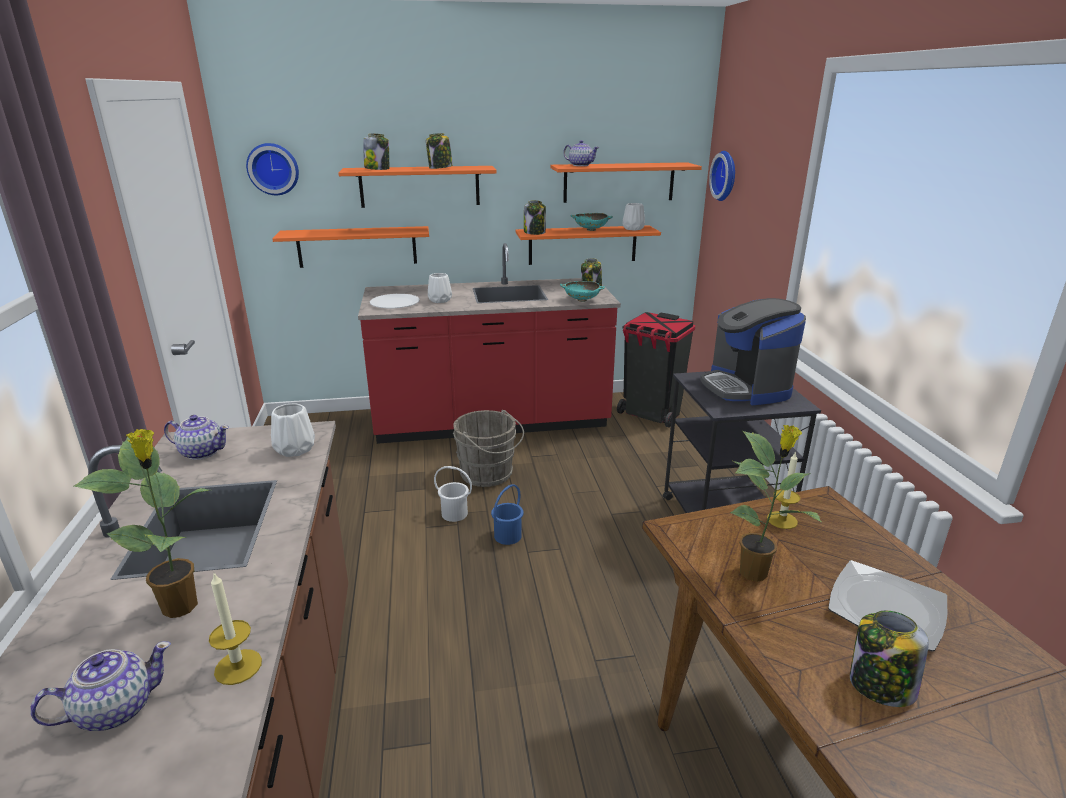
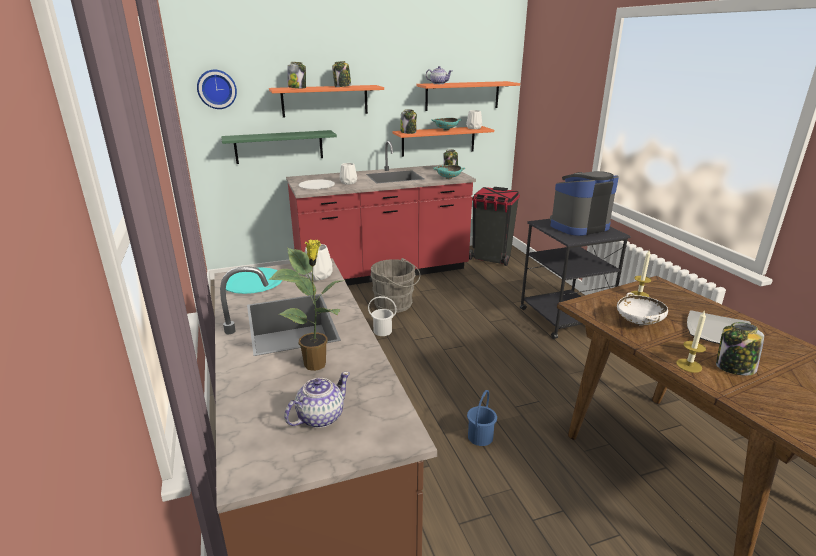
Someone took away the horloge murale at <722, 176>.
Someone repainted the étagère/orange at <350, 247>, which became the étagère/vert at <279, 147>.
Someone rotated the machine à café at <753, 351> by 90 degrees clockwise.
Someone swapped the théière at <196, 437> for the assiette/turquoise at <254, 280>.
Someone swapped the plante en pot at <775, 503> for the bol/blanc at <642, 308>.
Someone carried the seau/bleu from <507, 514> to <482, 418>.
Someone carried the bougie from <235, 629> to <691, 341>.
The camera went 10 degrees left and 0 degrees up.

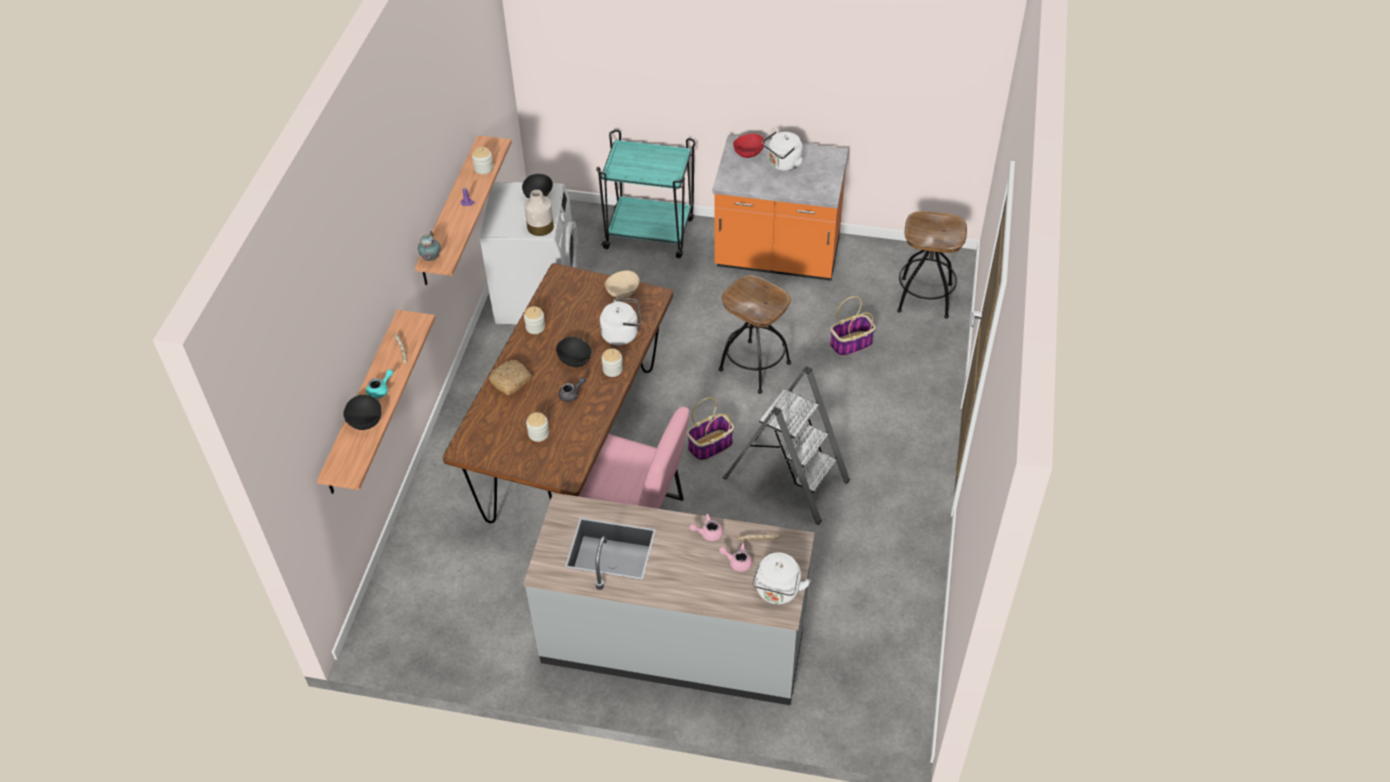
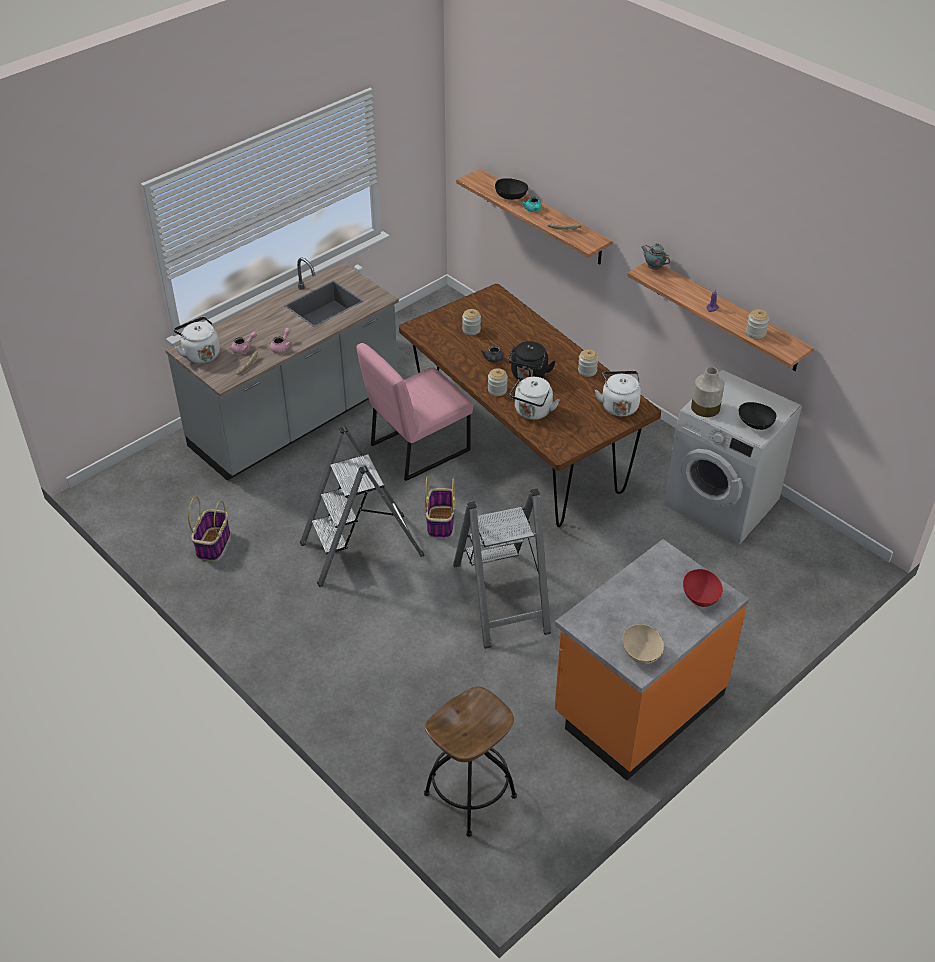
Someone took away the chariot/turquoise at <646, 194>.
Someone carried the bouilloire/blanc from <782, 151> to <618, 393>.
Someone carried the bol/beige from <622, 284> to <643, 644>.
Someone swapped the tabouret/marron at <755, 334> for the escabeau/gris at <502, 569>.
Someone carried the panier from <853, 326> to <209, 528>.
Someone swapped the bol/noir at <574, 352> for the bouilloire/noir at <532, 361>.
Someone took away the pain at <510, 377>.
The camera went 125 degrees right and 5 degrees down.

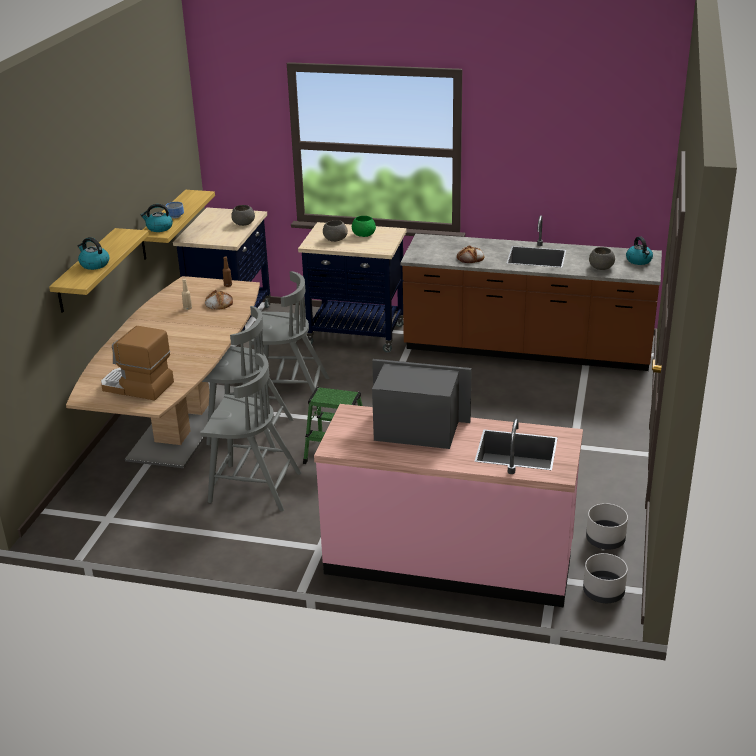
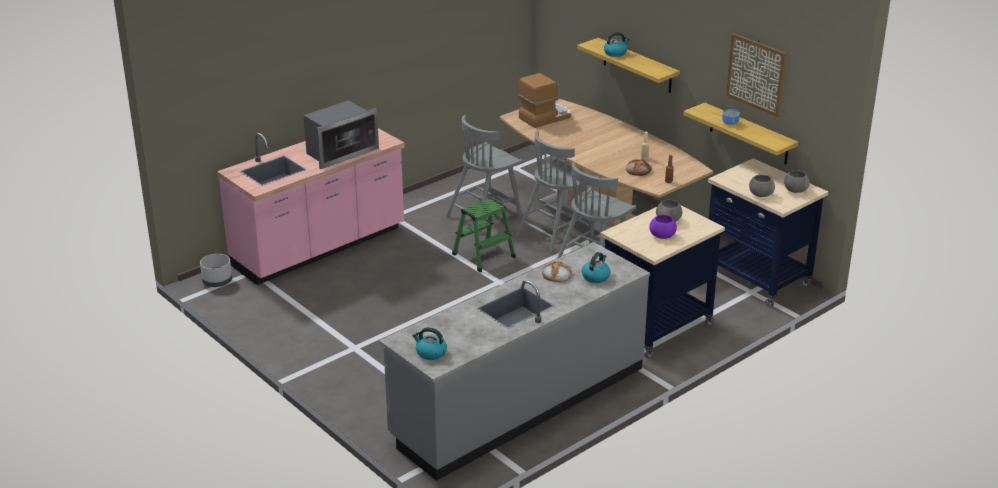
Someone carried the bouilloire from <156, 218> to <596, 267>.
Someone repainted the comptoir de cuisine/marron at <531, 293>, which became the comptoir de cuisine/gris at <514, 361>.
Someone repainted the bol/vert at <364, 226>, which became the bol/violet at <663, 227>.
Someone carried the bol/gris from <602, 258> to <797, 181>.
Someone took away the cache-pot/gris at <607, 526>.
Someone put up the tableau at <756, 75>.
The camera went 125 degrees right and 0 degrees up.

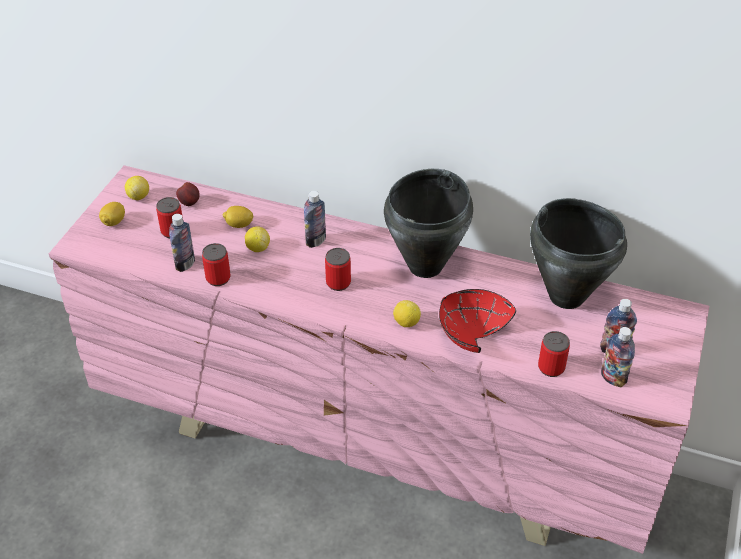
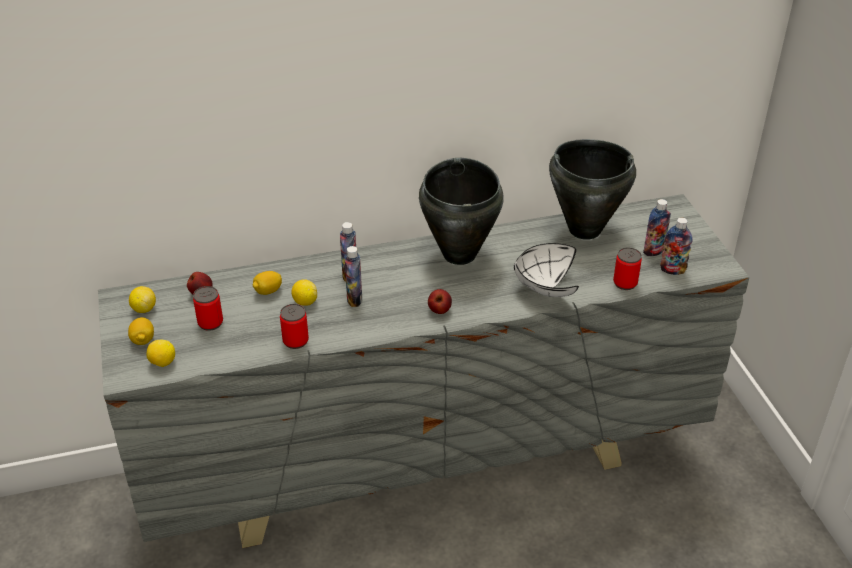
Someone repainted the meuble de rangement/rose at <379, 359>, which became the meuble de rangement/gris at <424, 371>.
Someone carried the bouteille from <182, 243> to <353, 276>.
Someone took away the boîte métallique at <338, 269>.
Someone repainted the bol/rouge at <477, 321>, which became the bol/blanc at <546, 270>.
Someone carried the citron from <407, 313> to <160, 353>.
Someone put down the pomme at <440, 301>.
The camera went 35 degrees left and 5 degrees down.

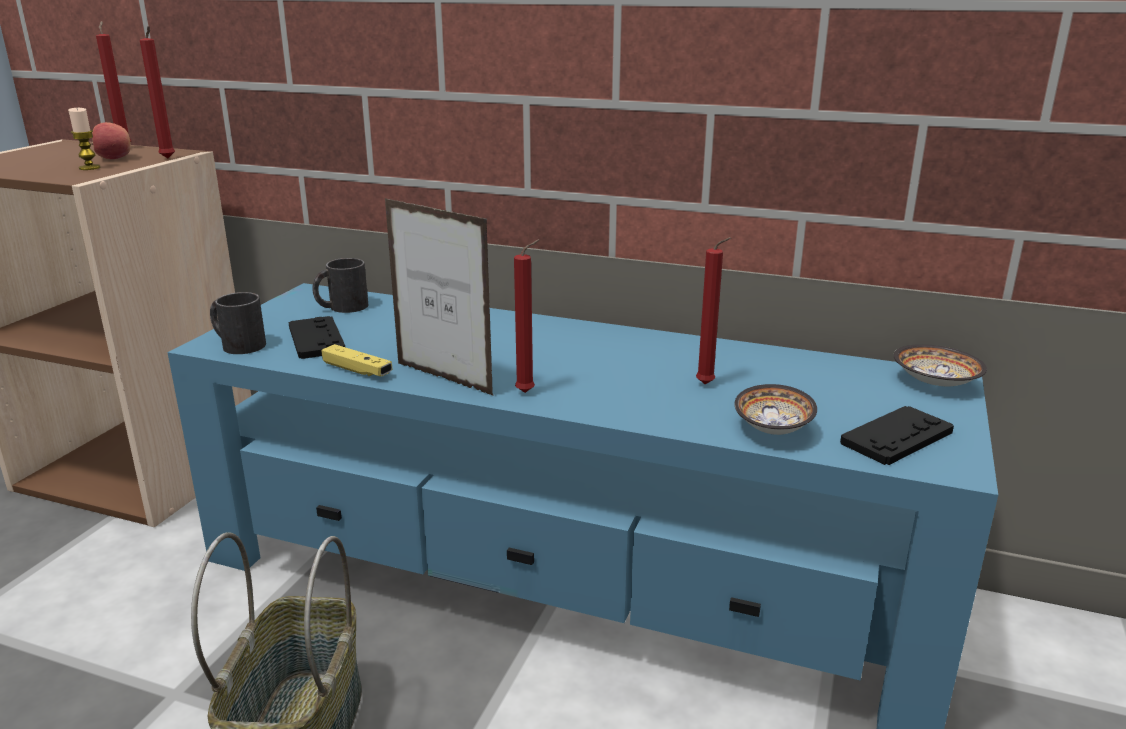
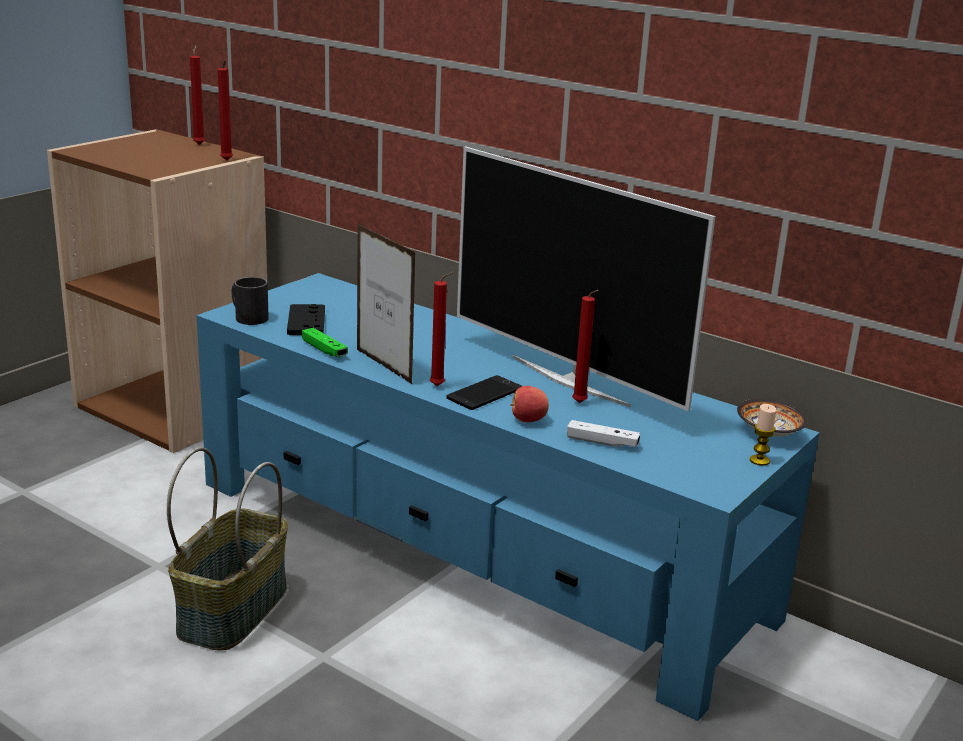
Someone carried the bougie from <84, 139> to <763, 435>.
Someone carried the pomme from <110, 140> to <529, 404>.
Someone took away the mug/noir at <340, 285>.
Someone repainted the manette/jaune at <357, 360>, which became the manette/vert at <325, 342>.
Someone swapped the bol at <775, 409> for the manette/blanc at <603, 434>.
Someone took away the manette/noir at <897, 435>.
Someone put down the téléviseur at <586, 279>.
Someone put down the téléphone at <484, 392>.
The camera went 15 degrees right and 0 degrees up.

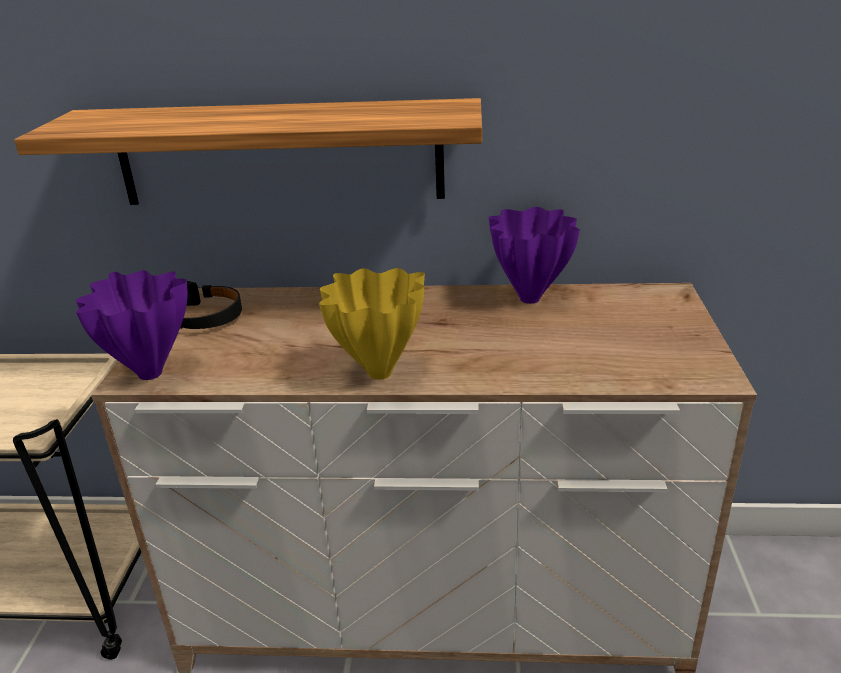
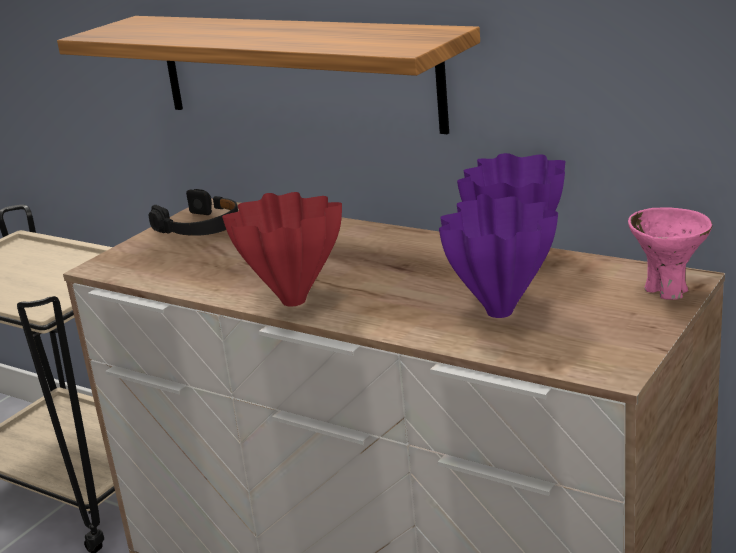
Someone repainted the vase/jaune at <372, 324>, which became the vase/rouge at <282, 249>.
Someone carried the vase/violet from <131, 325> to <498, 256>.
Someone put down the bol/rose at <670, 253>.
The camera went 30 degrees right and 5 degrees down.

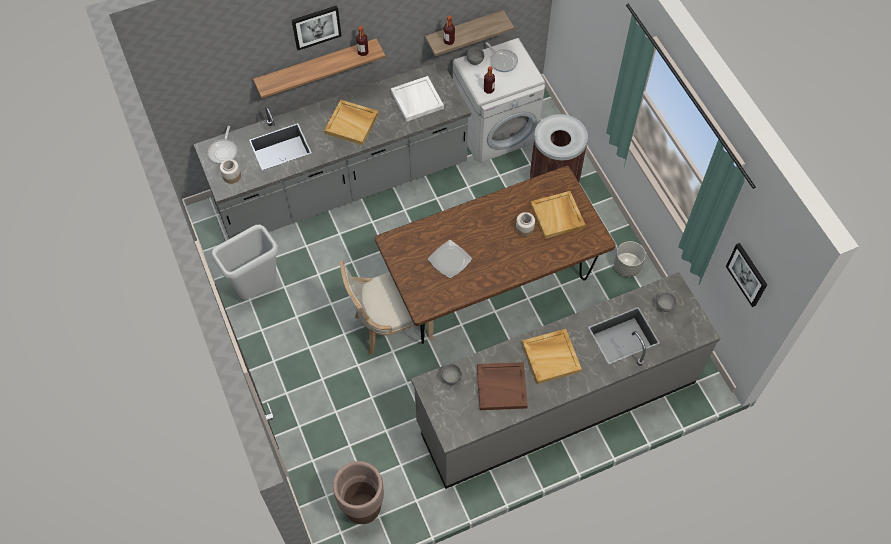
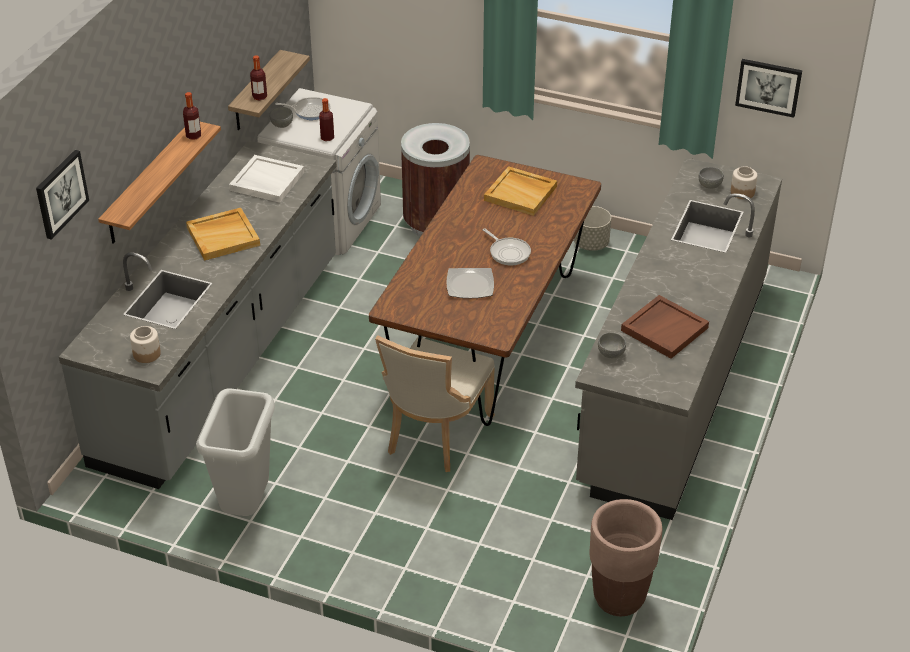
Someone carried the tableau from <317, 27> to <62, 195>.
Someone carried the poêle from <223, 145> to <507, 246>.
Someone carried the bocal from <525, 224> to <744, 182>.
Someone took away the plateau/beige at <552, 356>.
The camera went 45 degrees left and 20 degrees down.

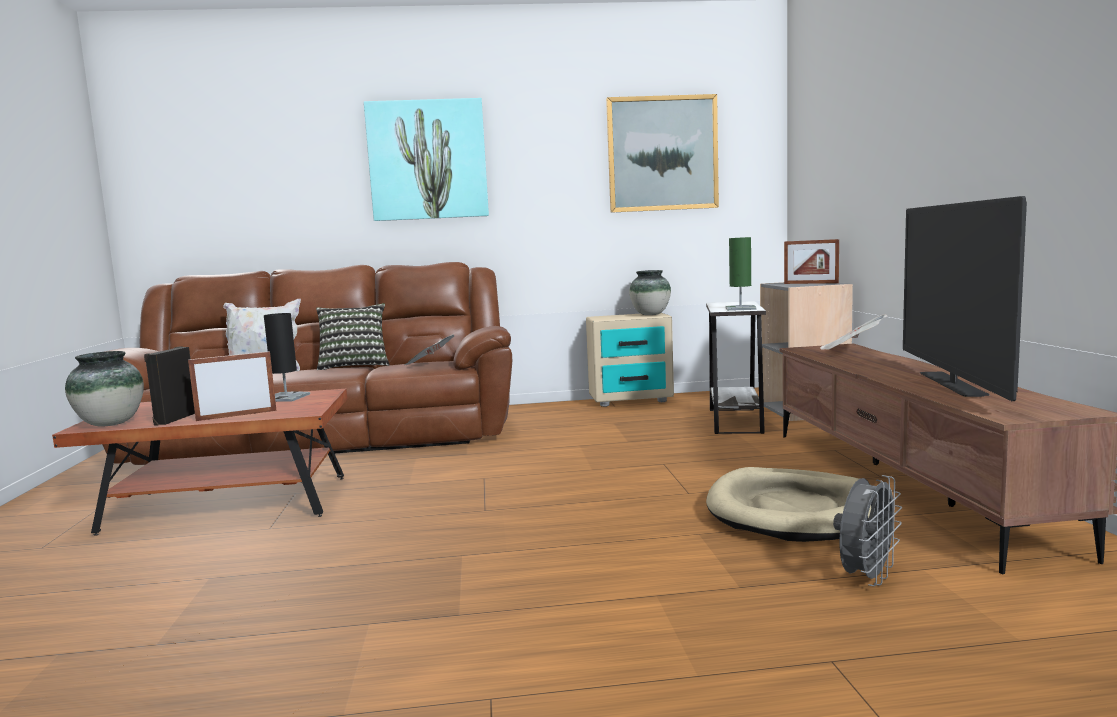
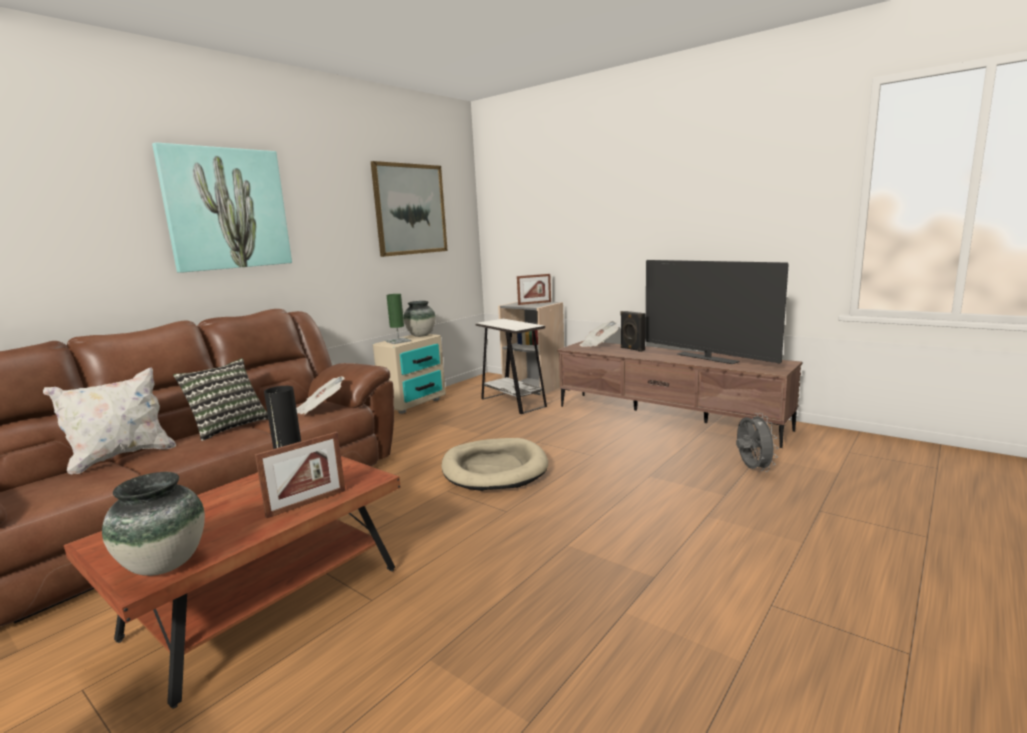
Someone carried the lampe de table/vert from <741, 274> to <398, 319>.
Someone carried the enceinte/noir from <169, 386> to <633, 331>.
Someone rotated the cadre photo at <232, 386> by 150 degrees counterclockwise.
Someone carried the panier pour chien/beige from <788, 504> to <494, 464>.
The camera went 45 degrees left and 5 degrees up.

